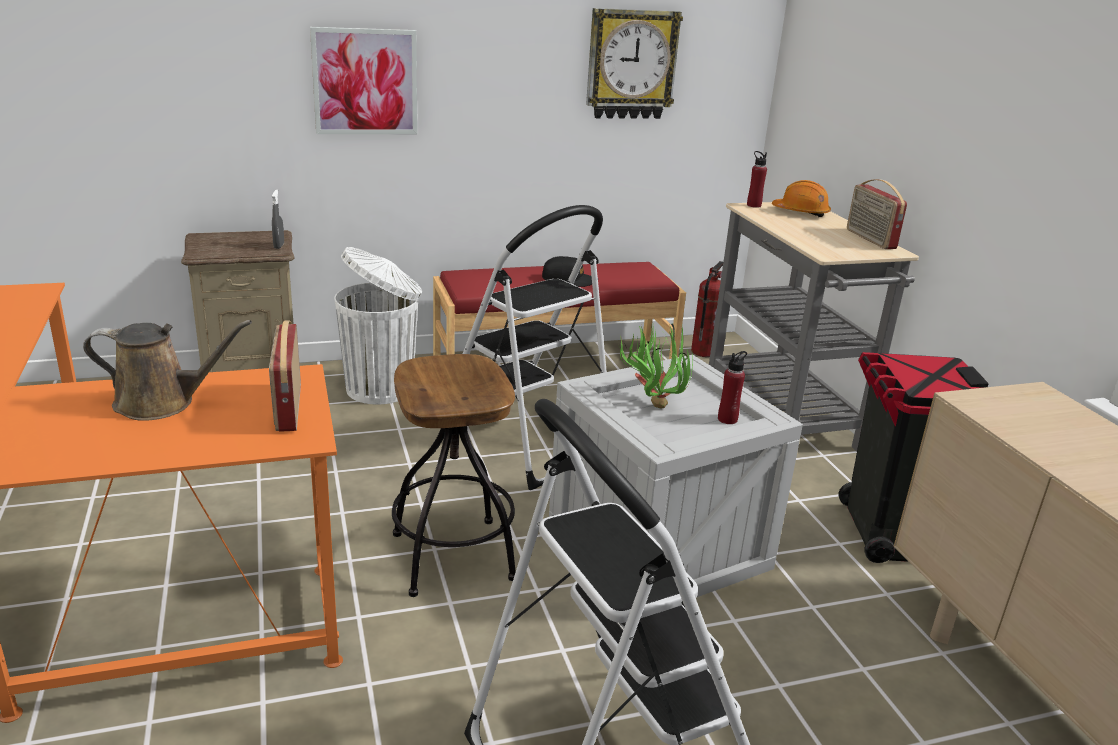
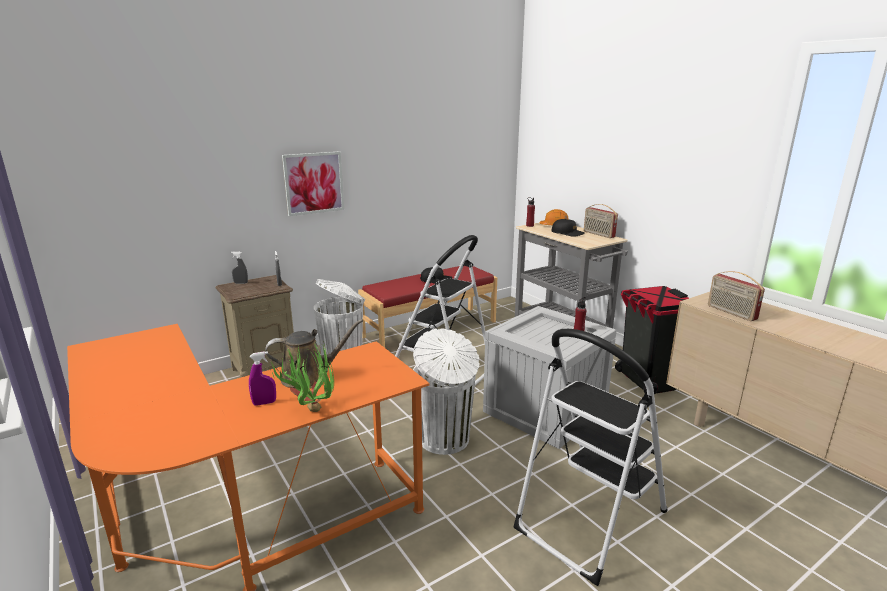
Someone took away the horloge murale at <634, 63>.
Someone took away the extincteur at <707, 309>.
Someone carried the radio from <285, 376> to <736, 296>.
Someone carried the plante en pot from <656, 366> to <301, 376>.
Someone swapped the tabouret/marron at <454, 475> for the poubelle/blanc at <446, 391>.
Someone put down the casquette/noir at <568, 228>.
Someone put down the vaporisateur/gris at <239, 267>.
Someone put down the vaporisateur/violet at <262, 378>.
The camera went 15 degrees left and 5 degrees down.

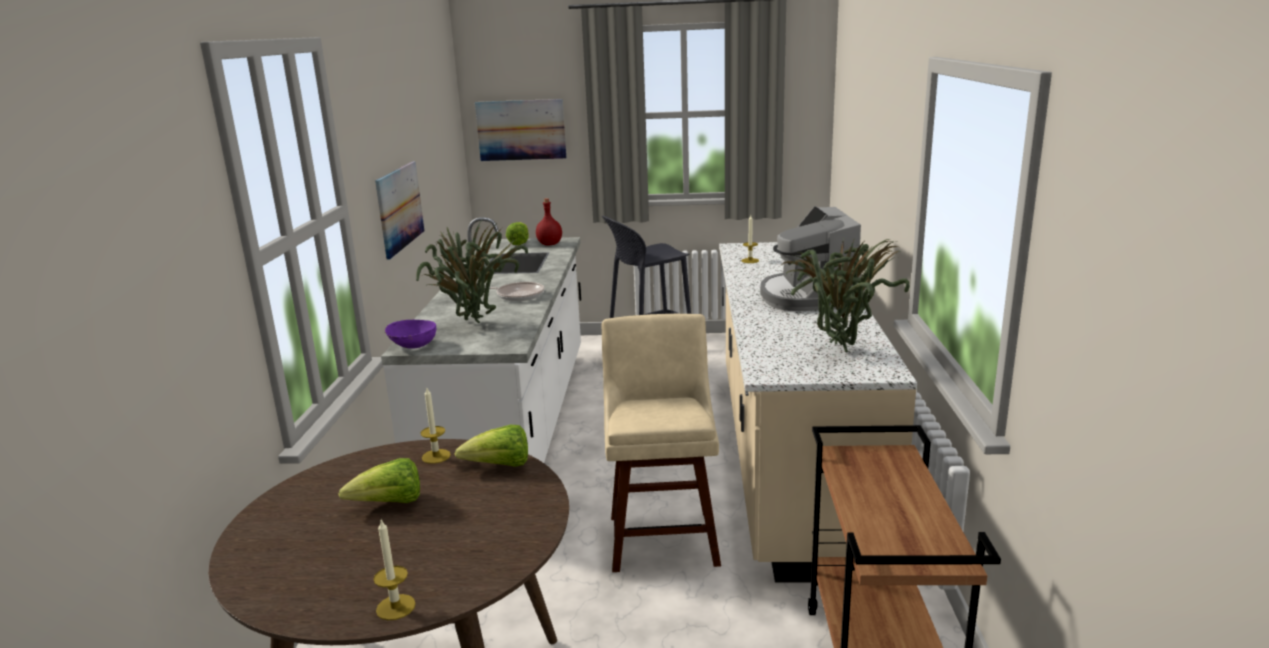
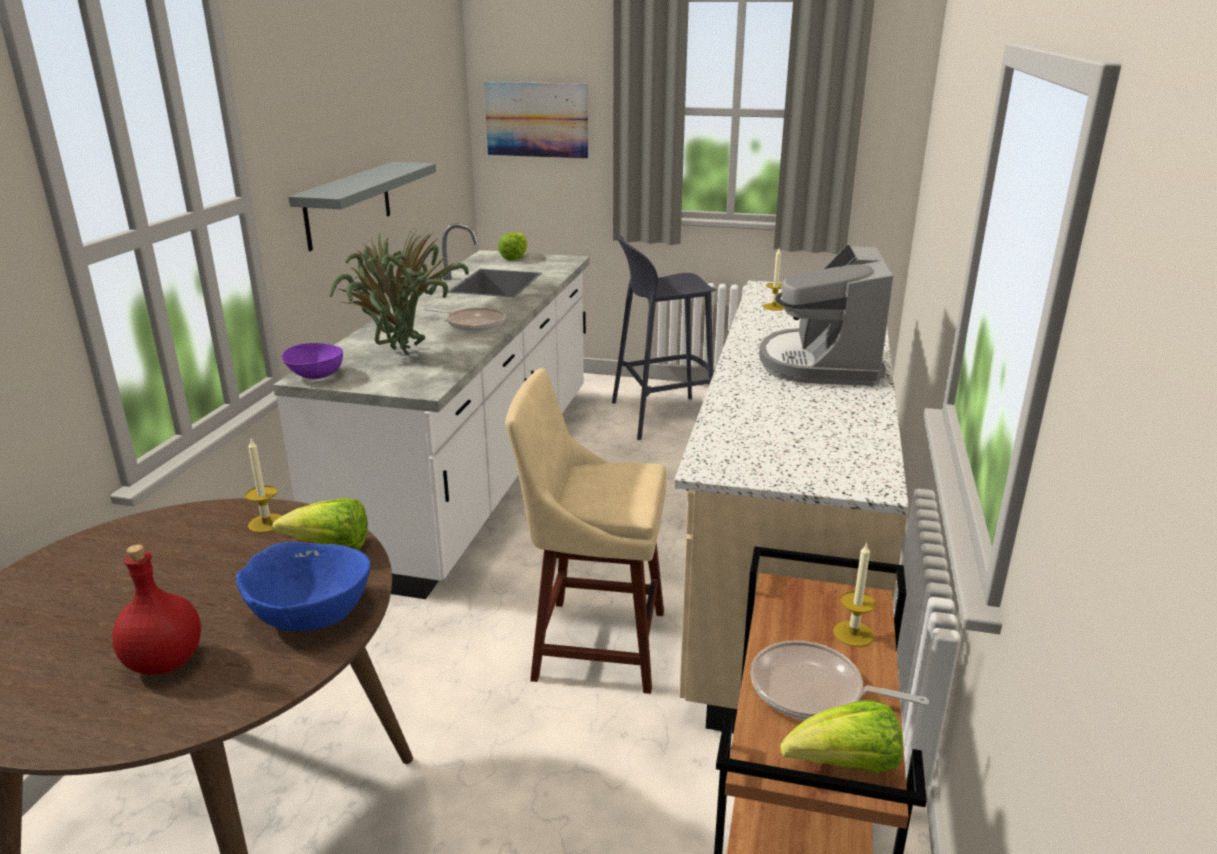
Someone swapped the tableau at <399, 210> for the étagère/gris at <362, 206>.
Someone carried the bouteille/rouge from <549, 221> to <156, 609>.
Someone took away the plante en pot at <846, 295>.
Someone rotated the chaise/beige at <661, 443> by 90 degrees counterclockwise.
Someone carried the laitue from <379, 480> to <841, 736>.
Someone carried the bougie from <394, 569> to <854, 594>.
Someone put down the bol/bleu at <303, 586>.
Someone put down the poêle at <840, 680>.
The camera went 10 degrees right and 5 degrees up.

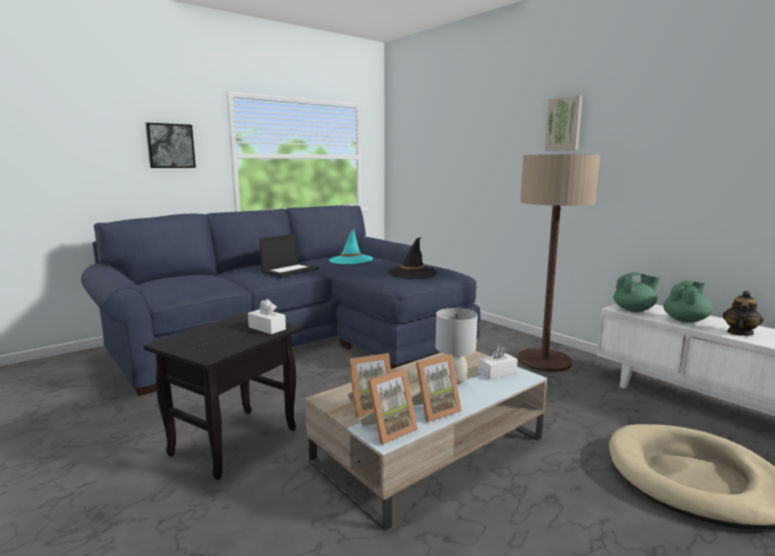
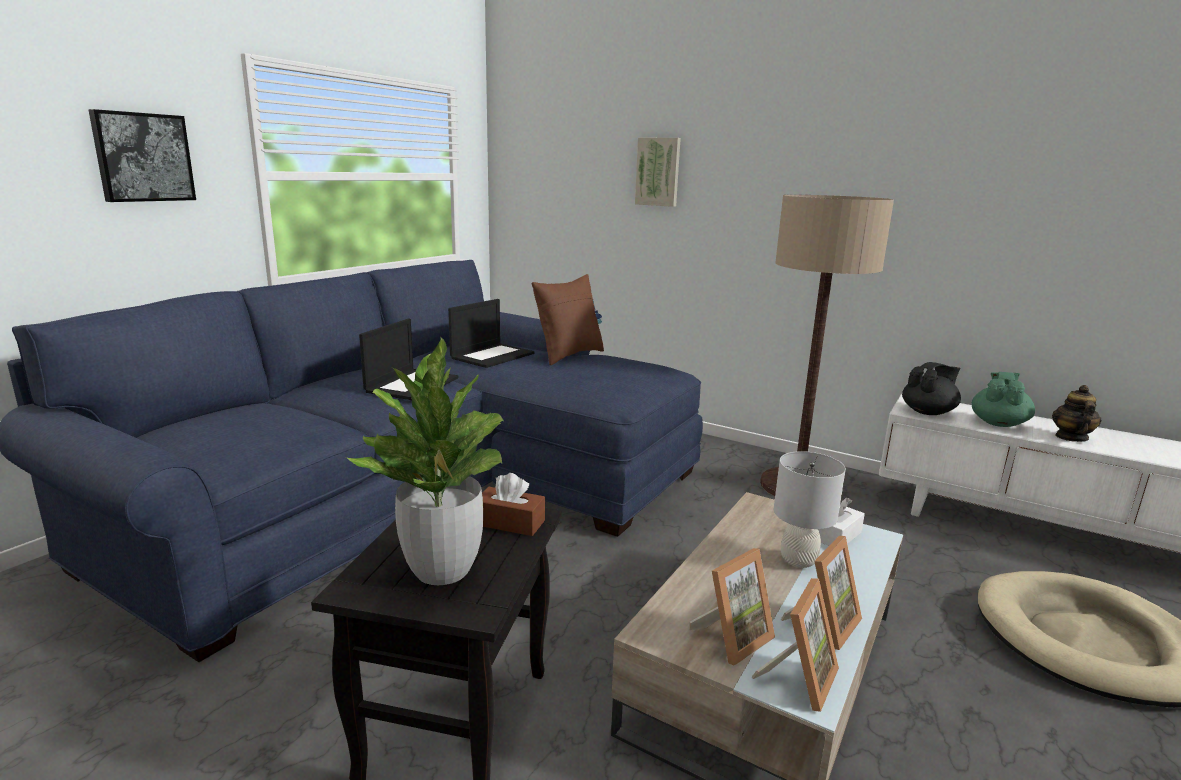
Someone carried the tableau from <564, 123> to <658, 172>.
Someone swapped the chapeau/turquoise at <351, 246> for the ordinateur portable at <491, 333>.
Someone took away the chapeau/noir at <412, 258>.
Someone repainted the théière/vert at <636, 292>, which became the théière/noir at <931, 388>.
Someone repainted the boîte à mouchoirs/blanc at <267, 316>, which became the boîte à mouchoirs/marron at <513, 504>.
Someone put down the coussin/marron at <567, 319>.
Someone put down the plante en pot at <425, 461>.
The camera went 20 degrees left and 5 degrees up.

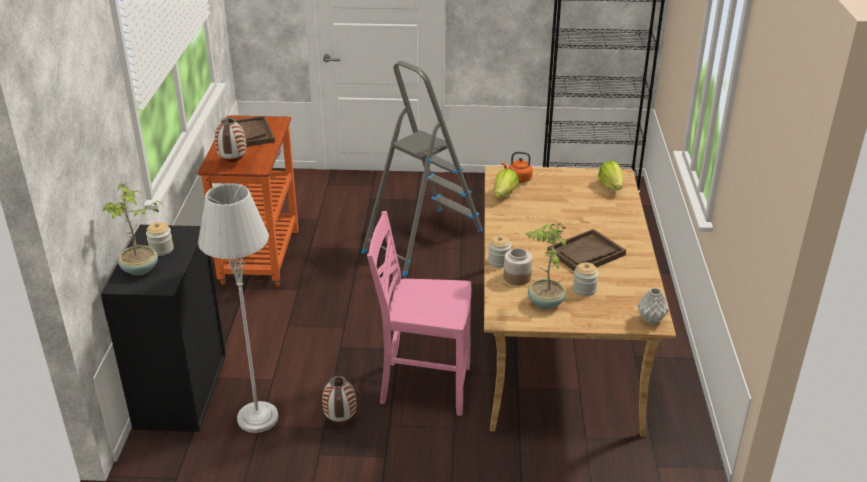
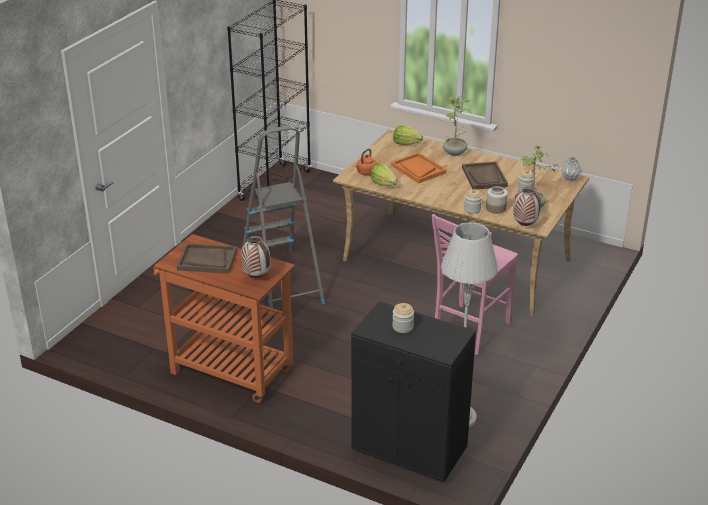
Someone carried the plante en pot from <132, 229> to <456, 126>.
Someone carried the vase from <339, 399> to <527, 206>.
Someone put down the plateau/orange at <418, 167>.
The camera went 65 degrees left and 0 degrees up.

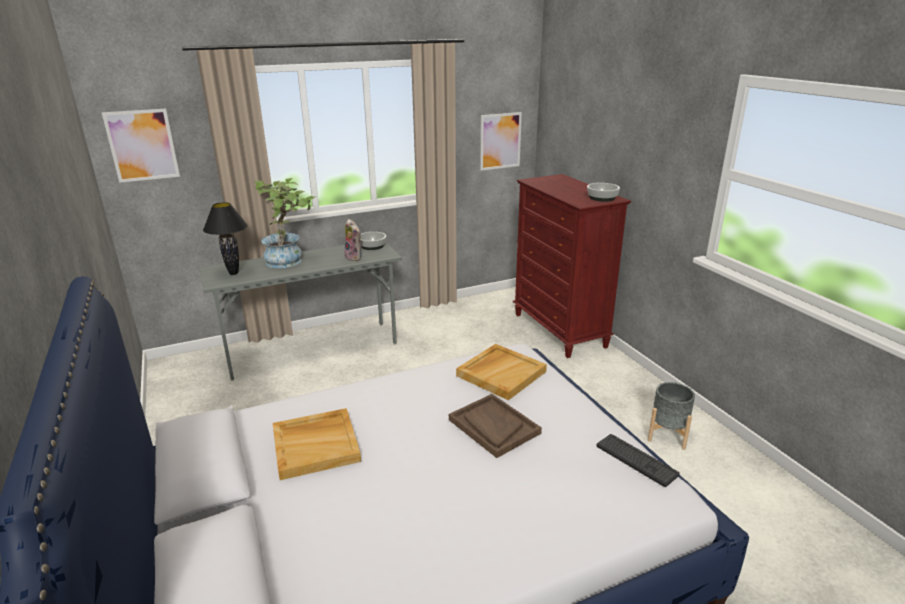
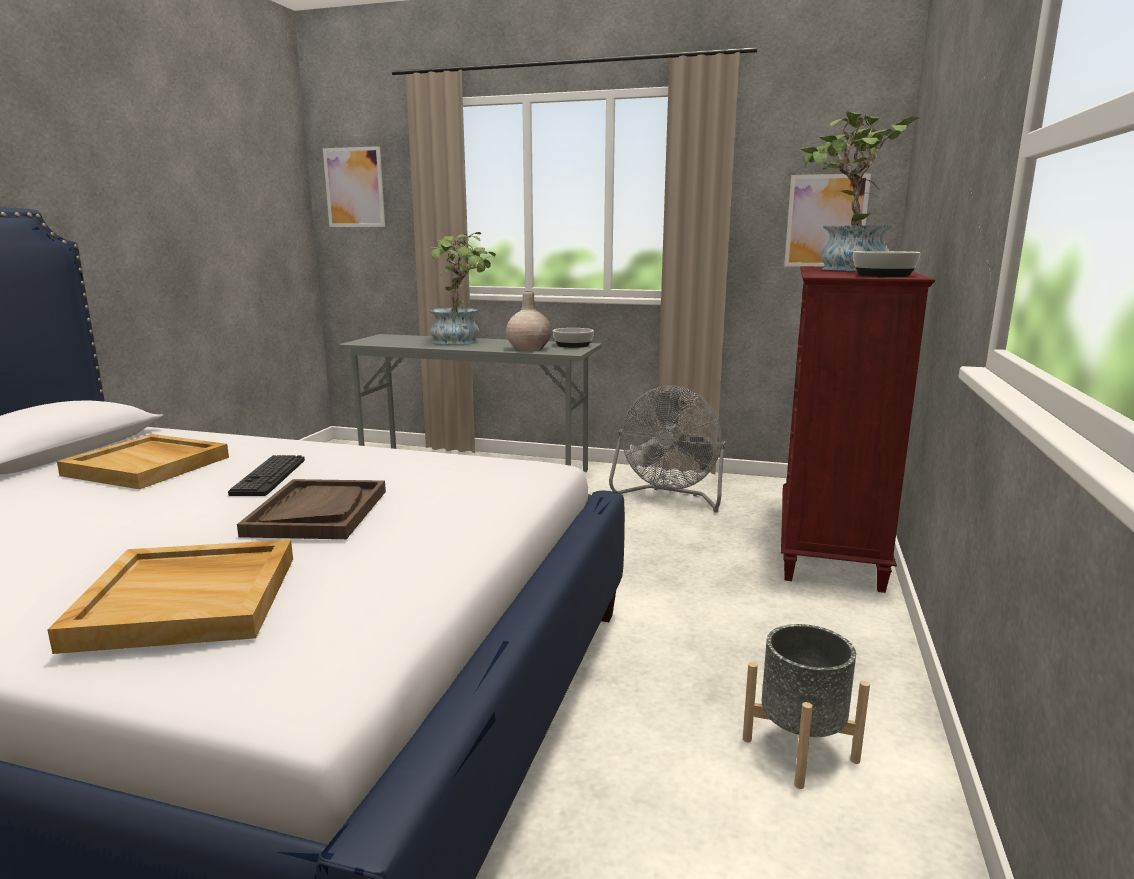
Someone took away the lampe de table/noir at <225, 238>.
Someone swapped the peluche at <352, 240> for the vase/beige at <529, 321>.
Someone carried the plateau/beige from <501, 372> to <170, 597>.
Someone carried the clavier from <638, 460> to <266, 475>.
Someone put down the plante en pot at <859, 191>.
Someone put down the ventilateur/gris at <667, 449>.
The camera went 40 degrees right and 10 degrees down.

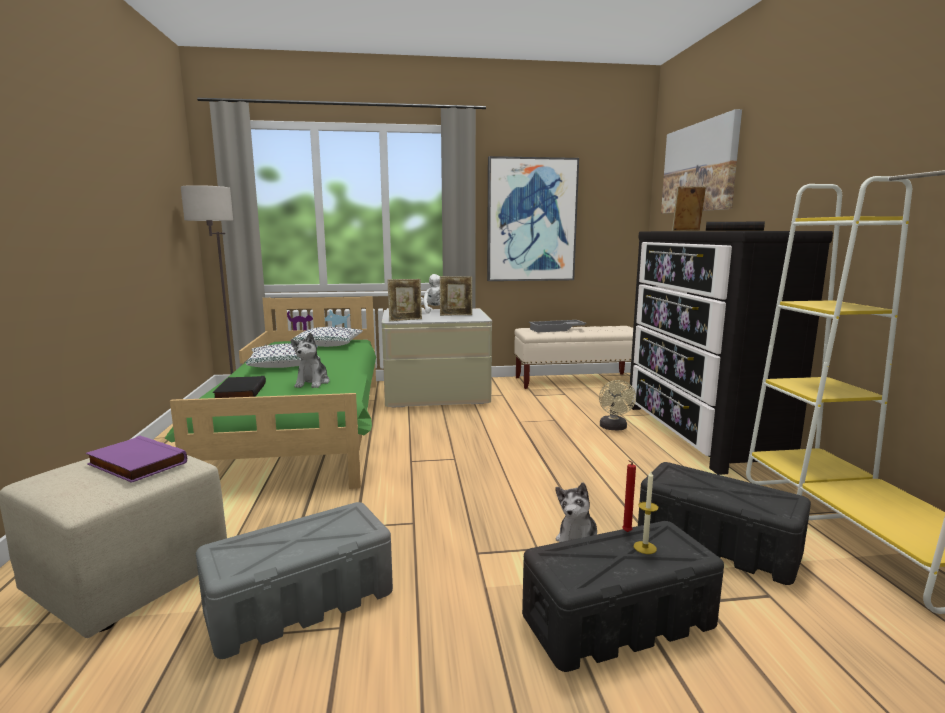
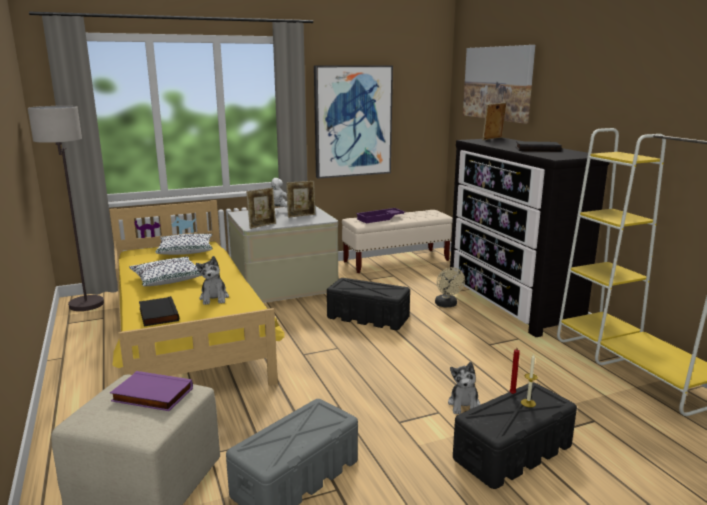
Someone repainted the lit/vert at <270, 392>, which became the lit/jaune at <197, 293>.
Someone repainted the plateau/gris at <558, 326>, which became the plateau/violet at <380, 215>.
Someone carried the boîte de rangement/noir from <724, 523> to <368, 304>.
The camera went 15 degrees left and 5 degrees up.

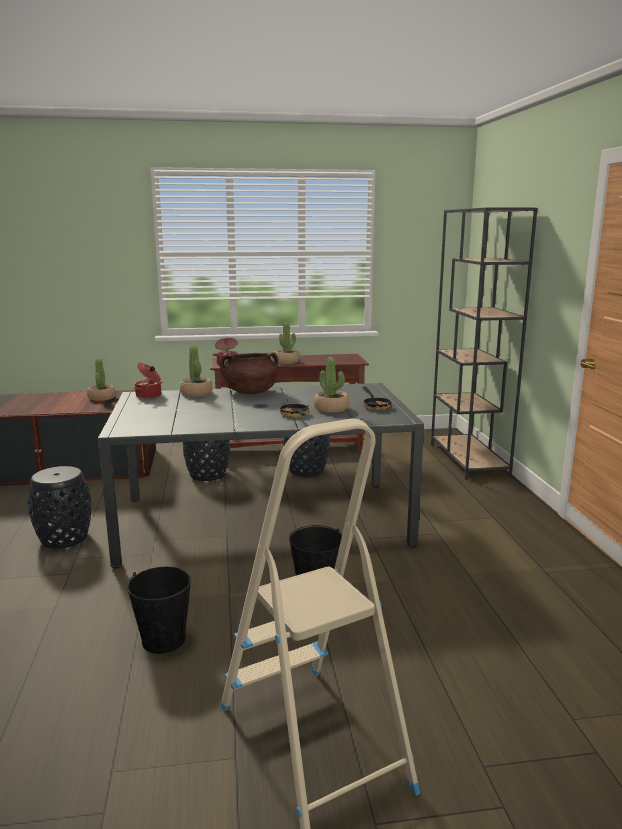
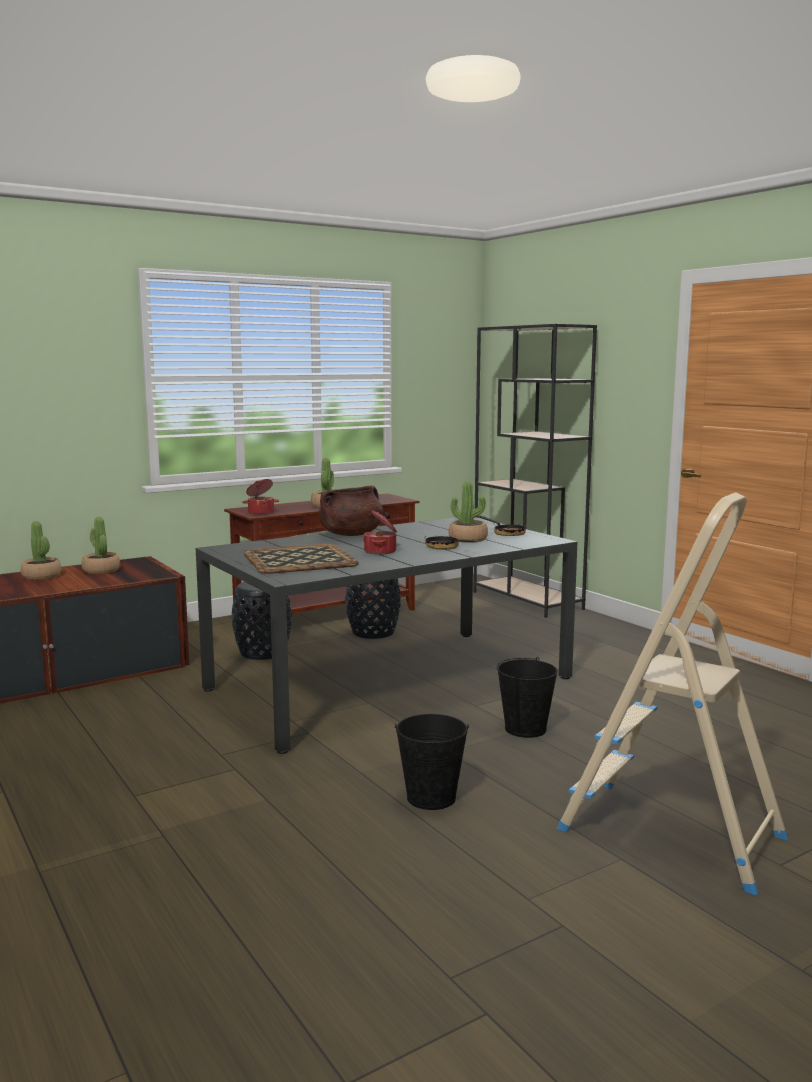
Someone carried the plante en pot from <196, 371> to <41, 550>.
Someone carried the marmite from <148, 380> to <380, 532>.
Someone took away the tabouret/noir at <60, 507>.
Someone put down the plateau at <301, 559>.
The camera went 25 degrees left and 5 degrees down.

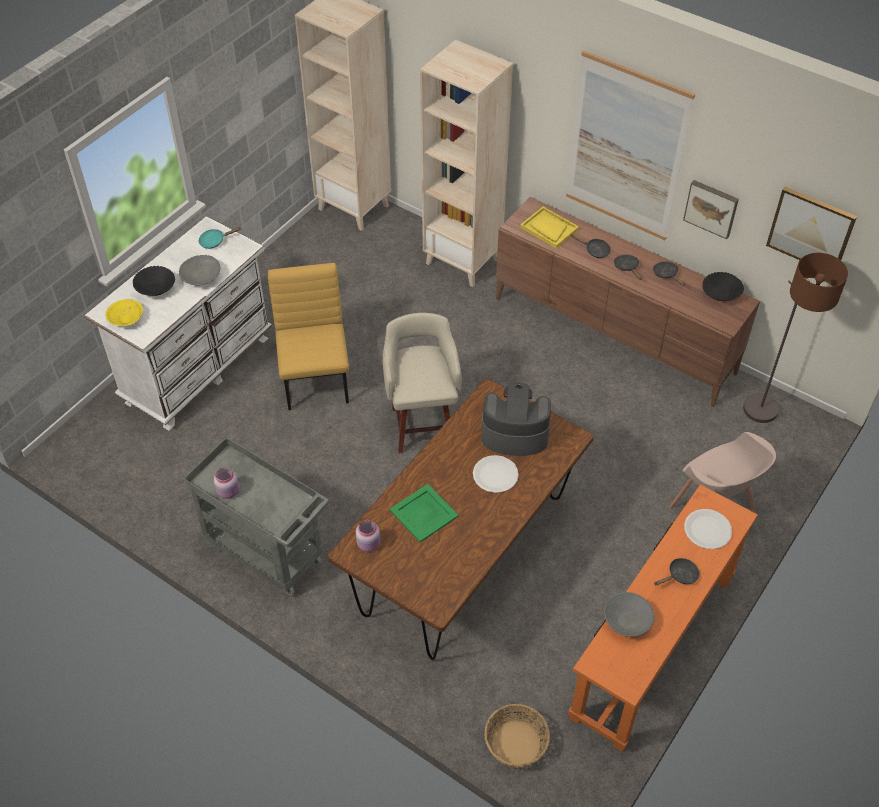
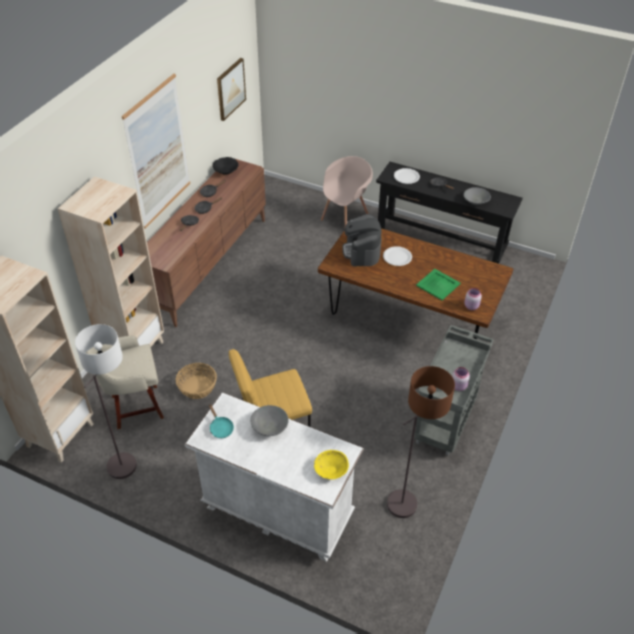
Someone took away the tableau at <711, 209>.
Someone took away the plateau/jaune at <549, 227>.
Someone carried the lampadaire/marron from <795, 338> to <421, 442>.
Someone took away the bol/noir at <154, 281>.
Someone carried the tabouret/beige from <422, 383> to <125, 382>.
Someone repainted the table console/orange at <663, 618>, which became the table console/noir at <449, 213>.
Someone carried the panier from <517, 736> to <196, 381>.
Someone put down the lampadaire/blanc at <106, 401>.
The camera went 100 degrees left and 5 degrees down.

